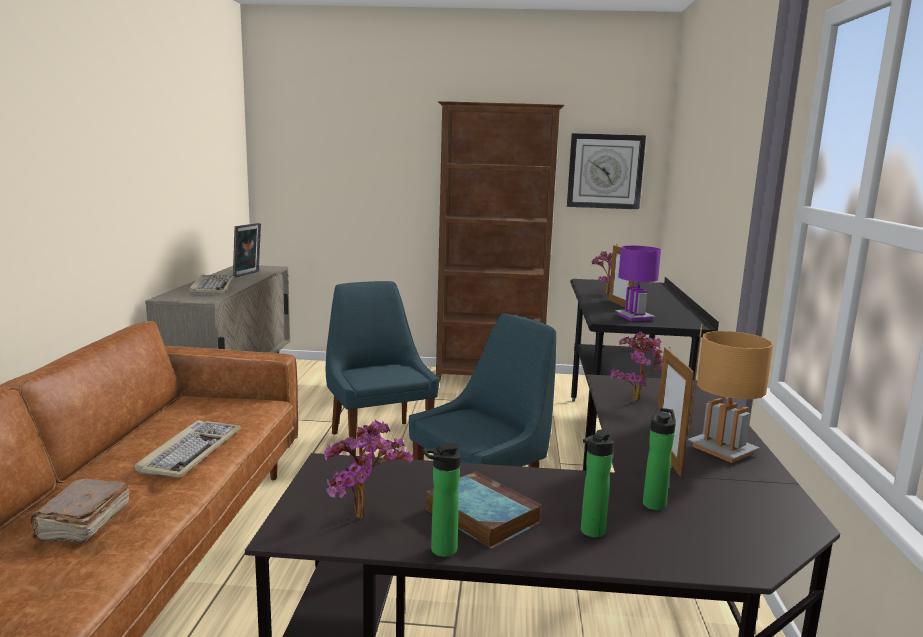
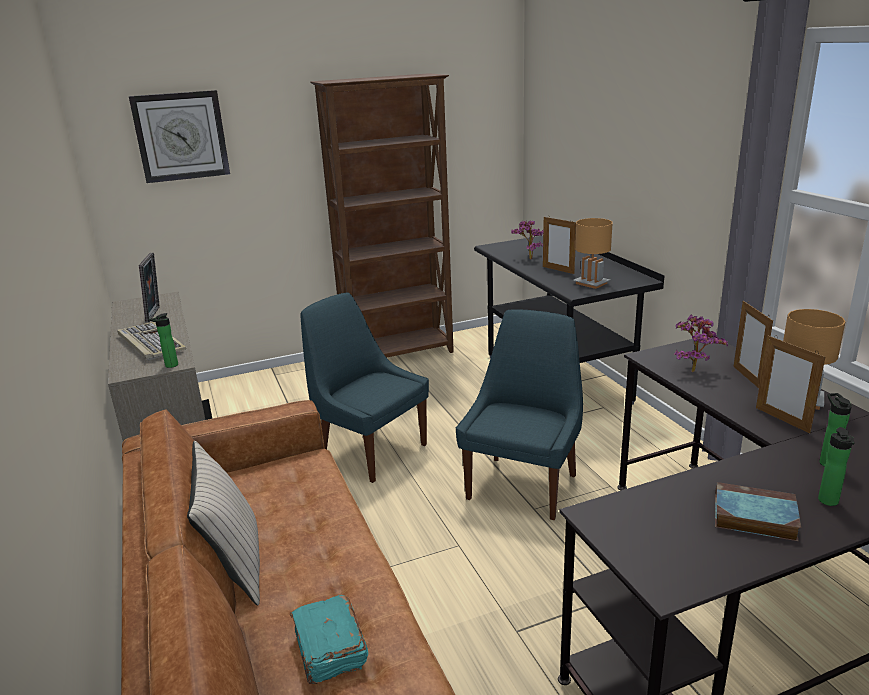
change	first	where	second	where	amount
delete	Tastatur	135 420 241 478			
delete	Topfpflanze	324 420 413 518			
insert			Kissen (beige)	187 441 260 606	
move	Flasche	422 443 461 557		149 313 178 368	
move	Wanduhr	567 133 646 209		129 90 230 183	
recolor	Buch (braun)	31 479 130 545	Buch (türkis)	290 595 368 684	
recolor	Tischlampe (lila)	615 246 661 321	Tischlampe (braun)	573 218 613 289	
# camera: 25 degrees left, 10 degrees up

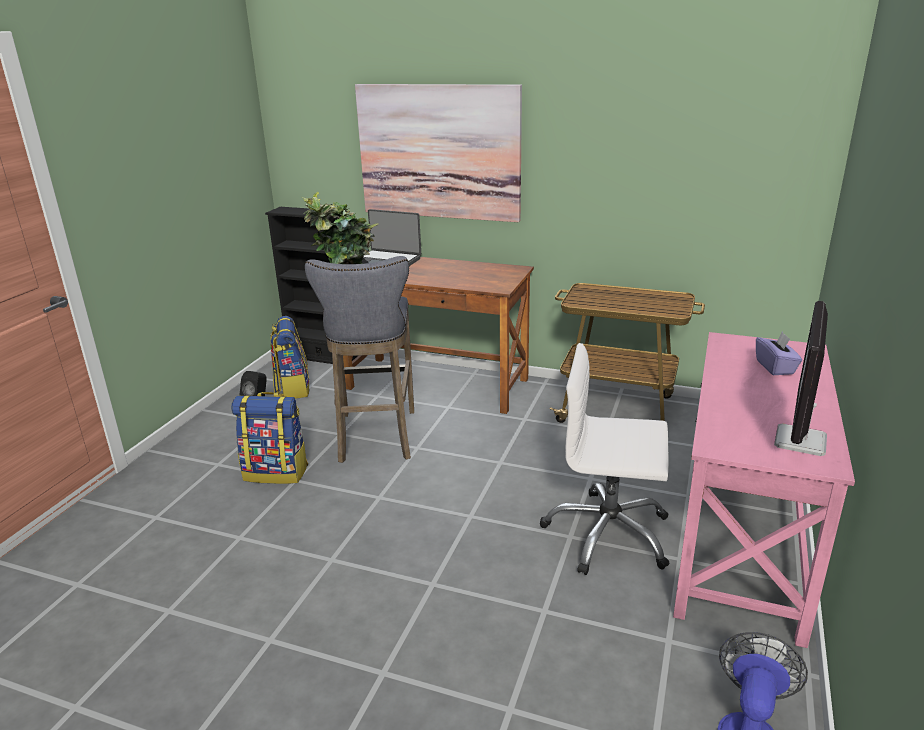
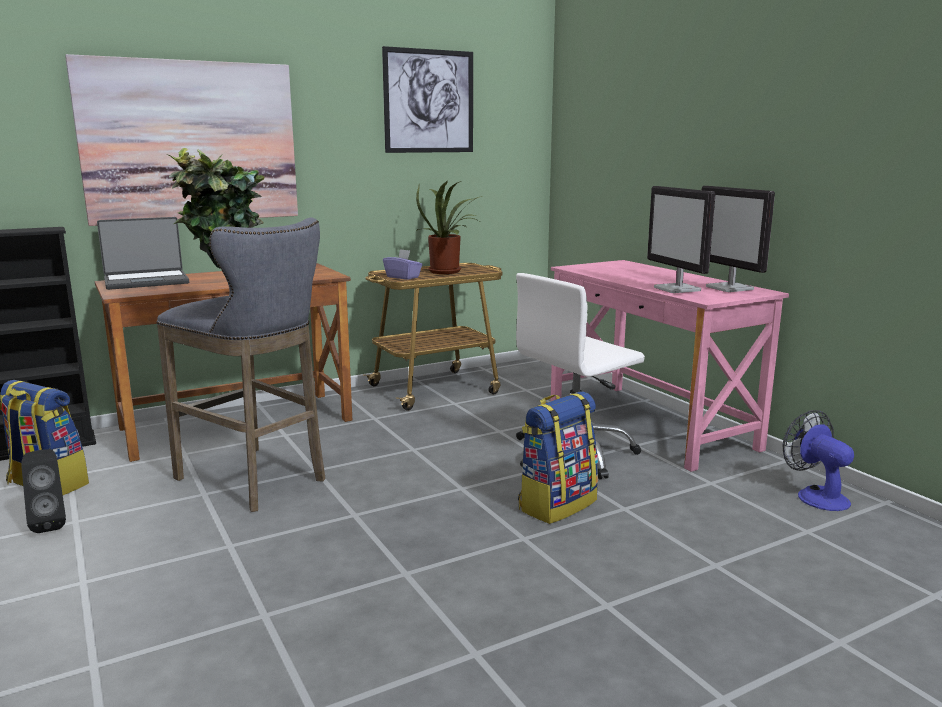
change	first	where	second	where	amount
insert			Bild	382 46 473 153	
insert			Topfpflanze	416 181 483 274	
insert			Monitor	647 186 716 293	
move	Rucksack	231 392 308 484		518 391 598 524	
move	Taschentuchbox (lila)	756 331 802 375		383 249 423 280	
# camera: 50 degrees left, 10 degrees down

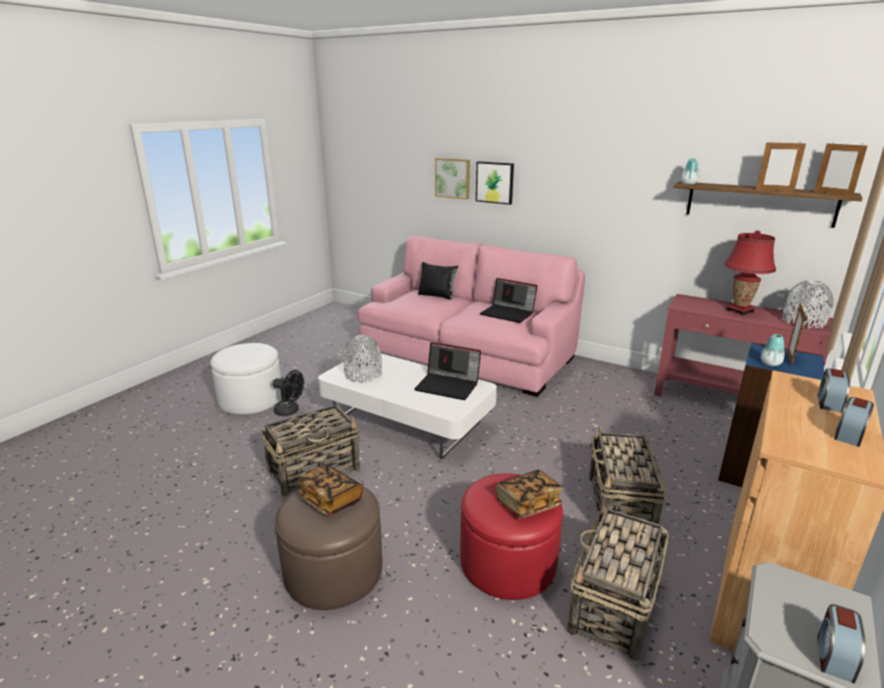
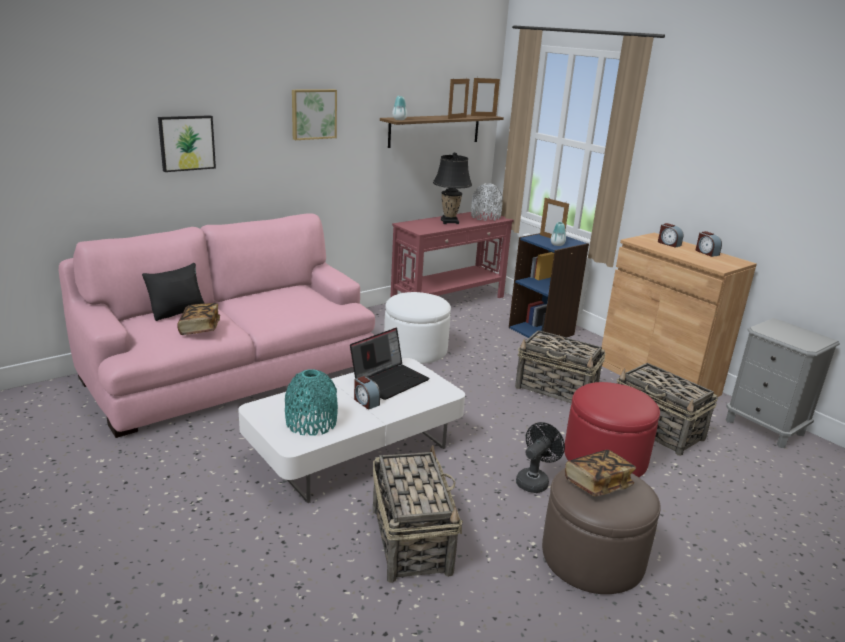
change	first	where	second	where	amount
delete	Laptop	480 278 537 323			
move	Polsterhocker (weiß)	210 343 282 414		384 292 451 364	
move	Ventilator (schwarz)	273 370 304 416		516 422 565 493	
move	Bild	435 158 470 200		292 89 337 140	
move	Buch	496 470 563 518		177 303 220 335	
move	Wecker	817 604 866 683		354 376 380 410	
recolor	Vase (grau)	343 335 382 383	Vase (türkis)	285 369 338 436	
recolor	Tischlampe (rot)	724 230 776 316	Tischlampe (schwarz)	433 152 472 224	
# camera: 70 degrees left, 0 degrees up

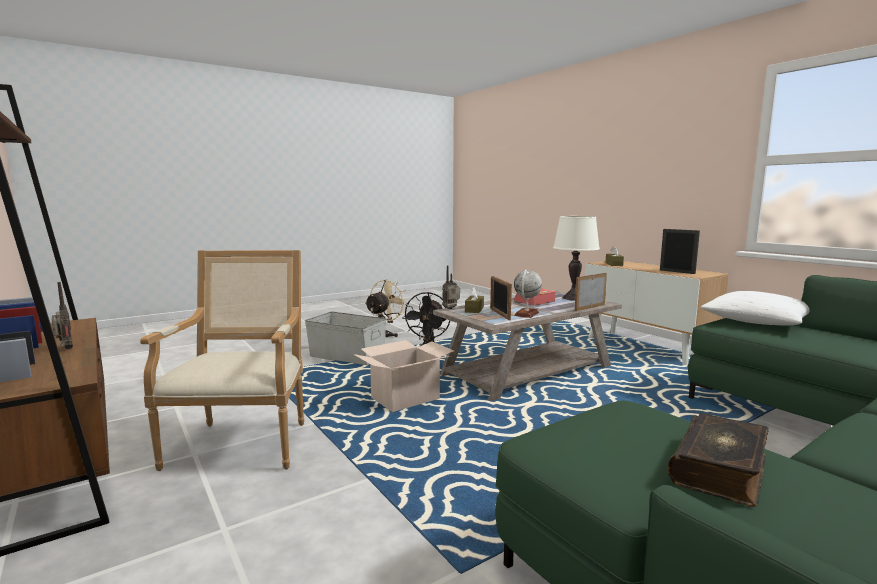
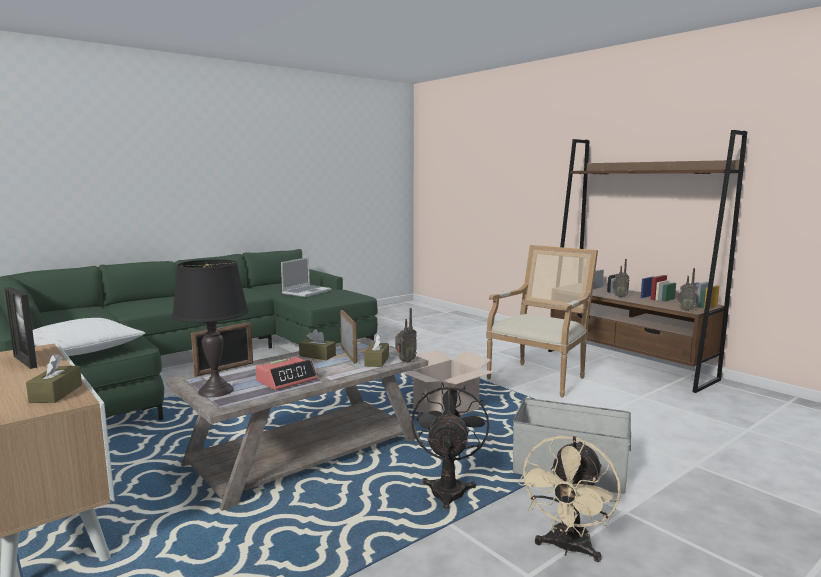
change	first	where	second	where	amount
insert			Radio	677 268 698 311	
replace	Globus	514 269 542 318	Taschentuchbox (braun)	299 329 336 360	
replace	Buch	668 413 769 507	Laptop	281 257 331 297	
recolor	Tischlampe (weiß)	553 216 600 301	Tischlampe (schwarz)	172 259 248 397	
rotate	Sessel	140 250 304 471		486 245 598 397	135 degrees counterclockwise
# camera: 175 degrees right, 0 degrees up

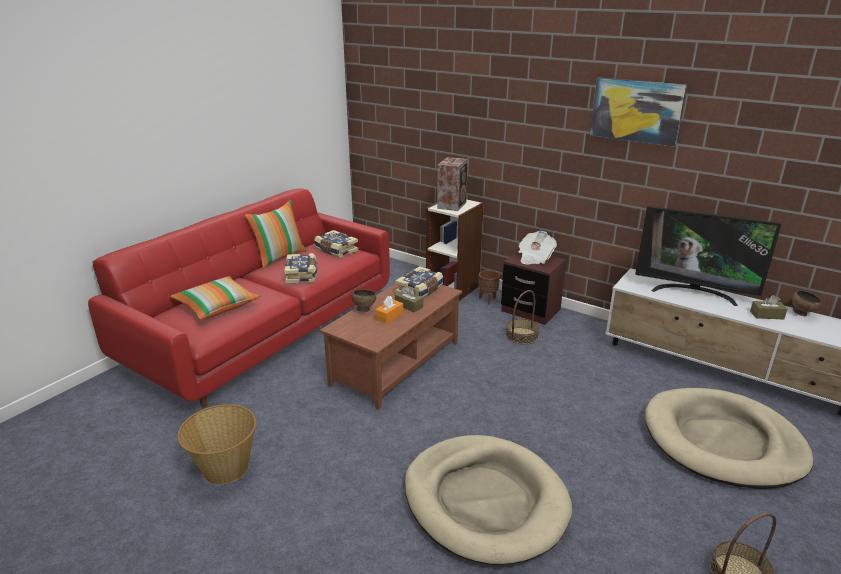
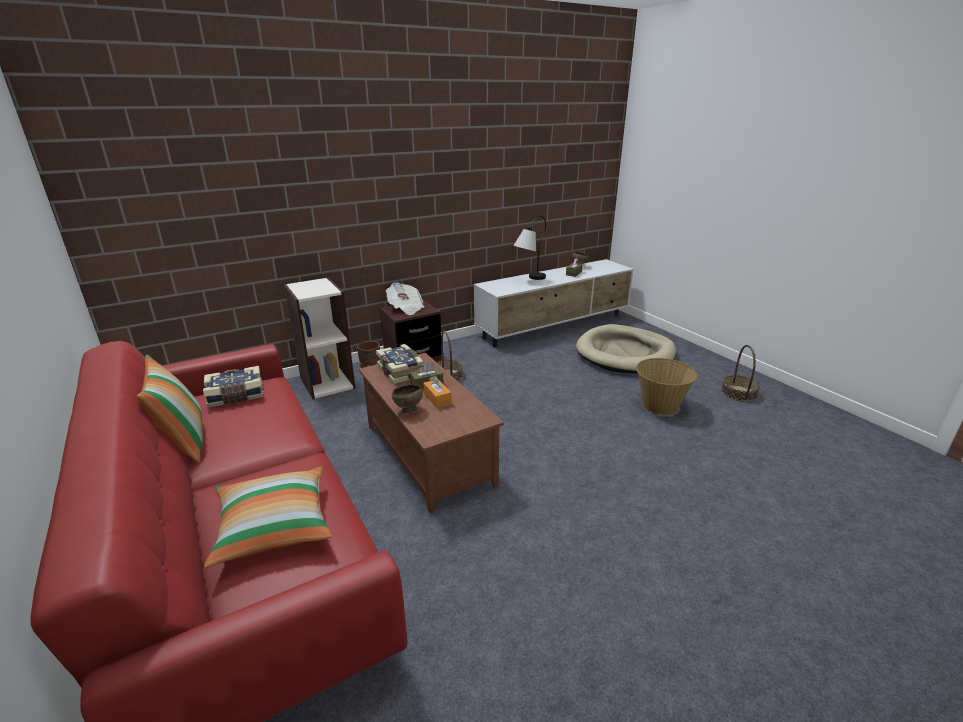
change	first	where	second	where	amount
delete	Buch	284 253 318 284			
delete	Hundebett (beige)	405 435 572 565			
delete	Lautsprecher	437 157 468 211			
delete	Bild	590 77 687 147			
move	Korb	177 404 256 485		636 358 698 415	
replace	Fernseher	635 206 782 306	Tischlampe	513 216 546 280	
# camera: 65 degrees left, 0 degrees up

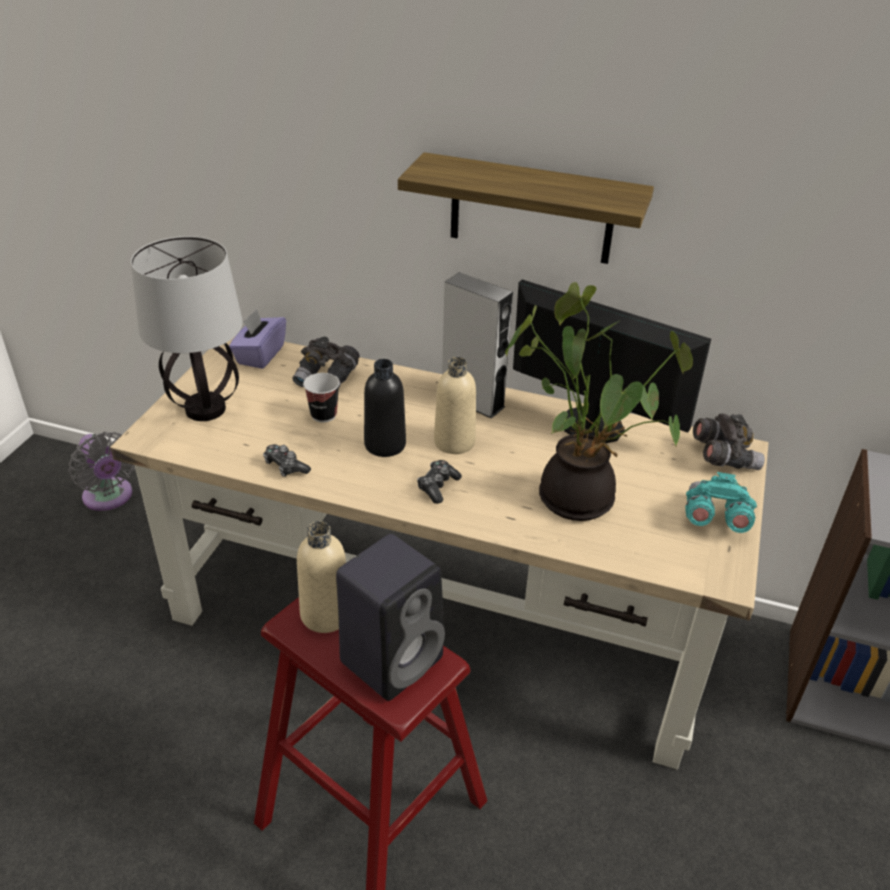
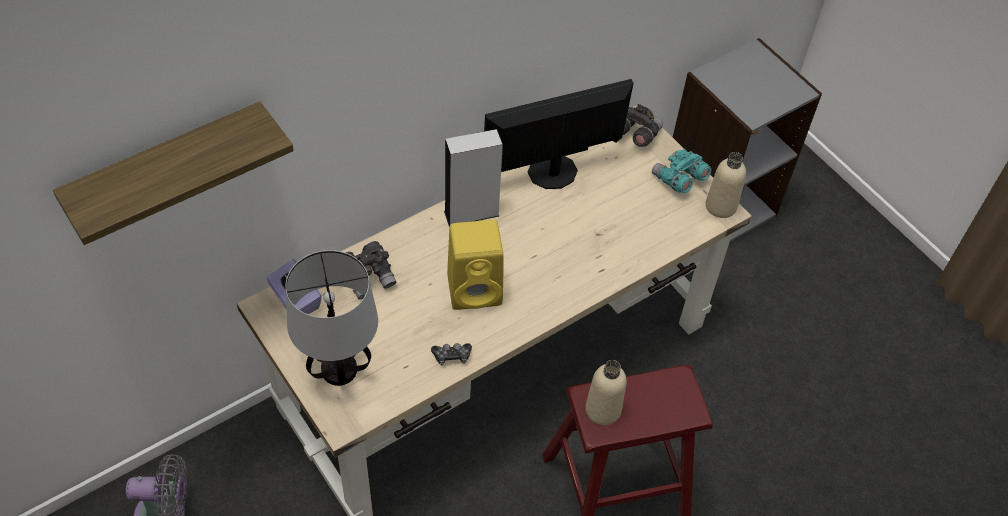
change	first	where	second	where	amount
delete	Tasse	303 373 340 422			
delete	Lautsprecher (schwarz)	336 534 445 701			
delete	Gamepad	417 460 462 504			
delete	Topfpflanze	505 282 693 521			
move	Wandregal	398 152 654 264		53 102 294 245	
move	Flasche (beige)	434 357 476 454		706 152 746 218	
replace	Flasche (schwarz)	364 359 406 457	Lautsprecher (gelb)	447 220 504 310	
# camera: 55 degrees left, 15 degrees up

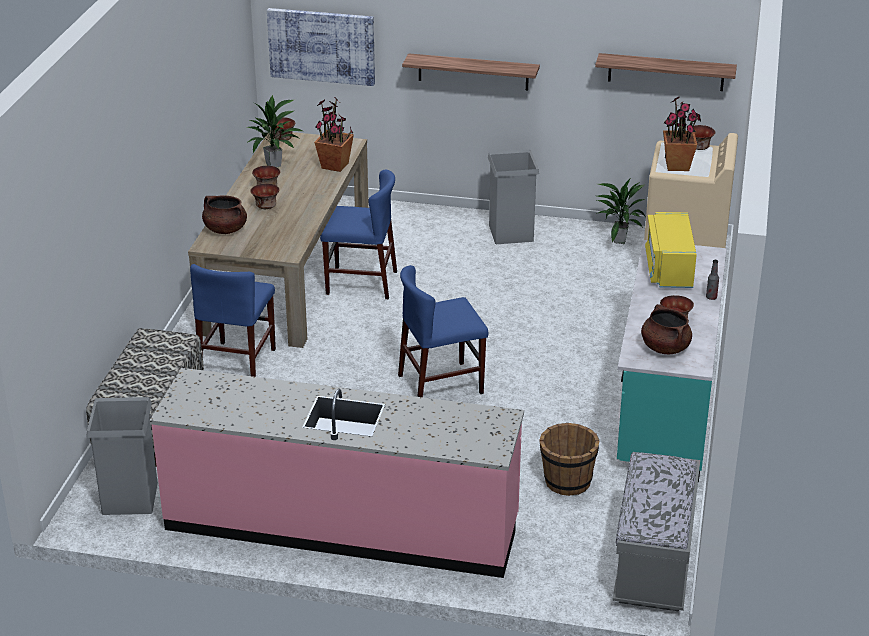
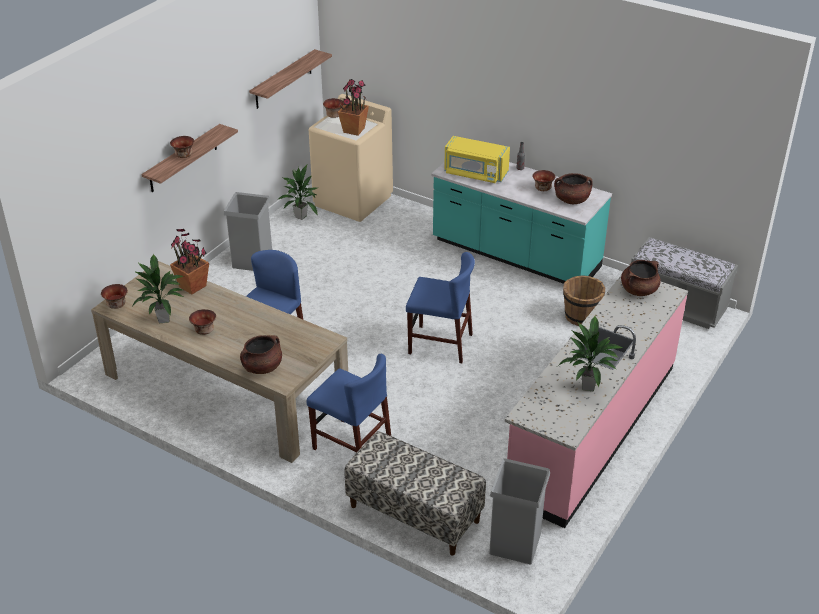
change	first	where	second	where	amount
delete	Bild	267 8 375 86			
insert			Topfpflanze	558 316 623 391	
insert			Kochtopf (braun)	621 260 661 296	
move	Schüssel	250 184 280 209		170 136 194 158	
rotate	Stuhl (blau)	398 265 488 397		406 252 475 363	75 degrees counterclockwise
# camera: 70 degrees left, 5 degrees up

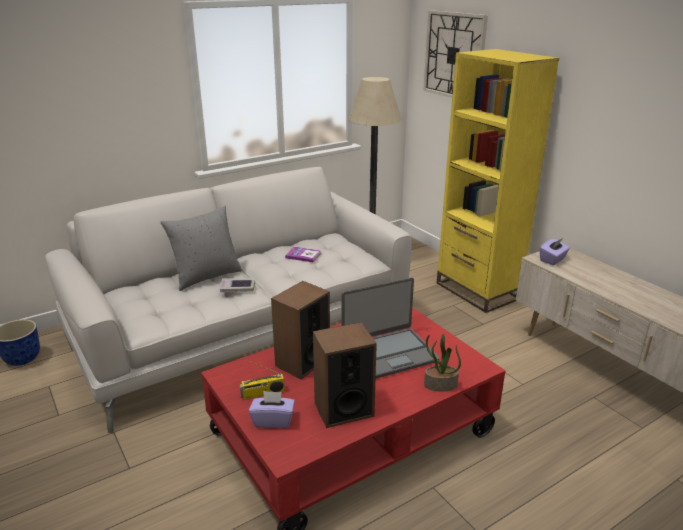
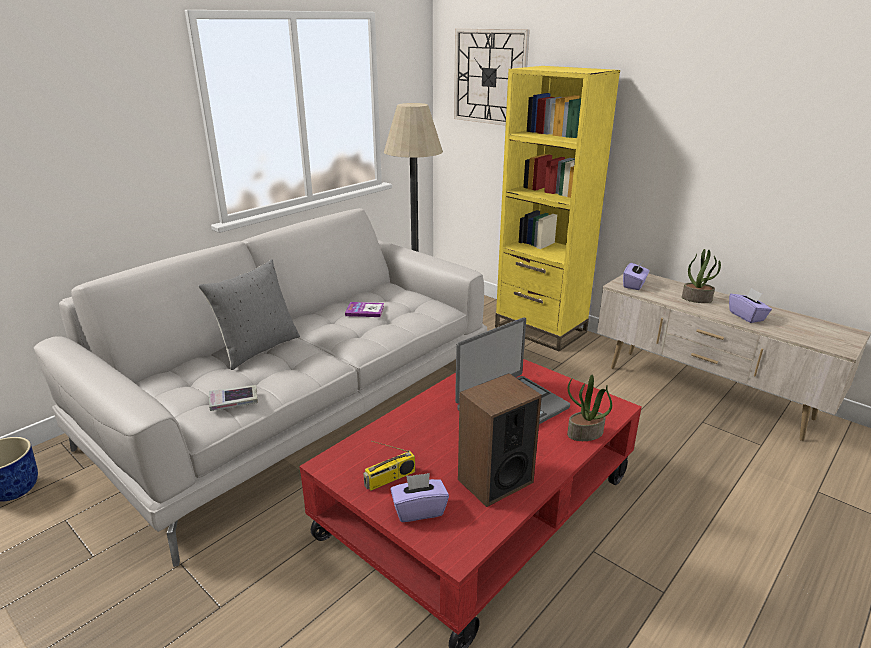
change	first	where	second	where	amount
delete	Lautsprecher	271 281 330 379			
insert			Topfpflanze	682 249 721 303	
insert			Taschentuchbox (lila)	729 288 772 323	
move	Buch	220 279 255 292		209 385 258 411	
# camera: 15 degrees left, 0 degrees up

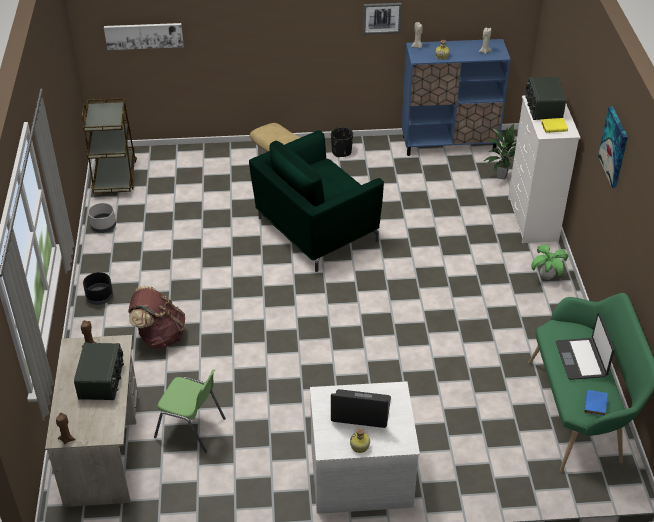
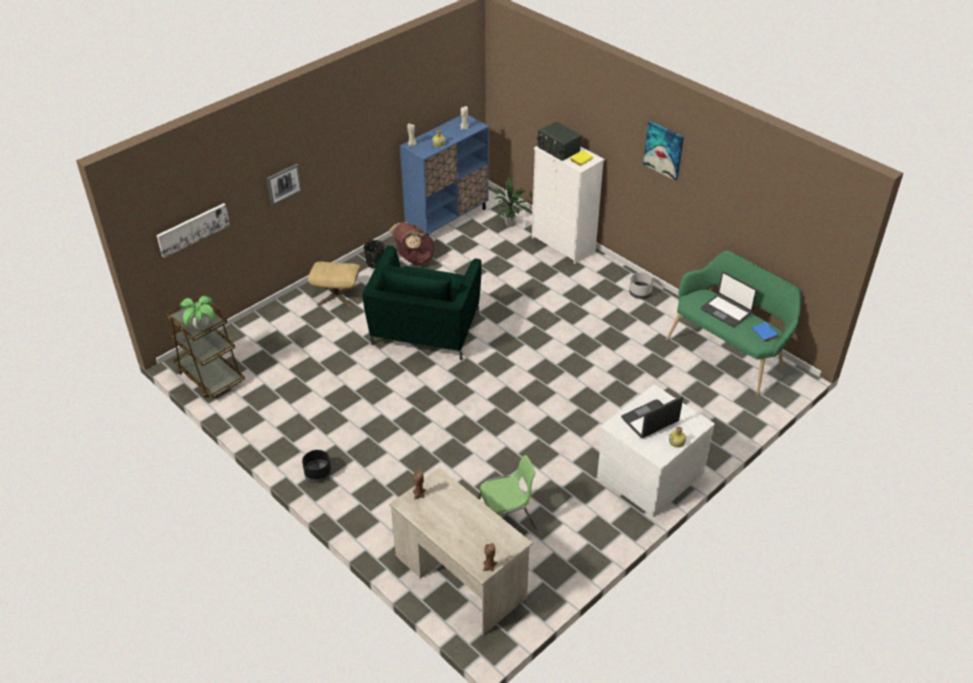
change	first	where	second	where	amount
delete	Radio	74 343 124 400			
move	Pflanzkübel (grau)	88 203 116 233		629 272 653 299	
move	Rucksack (braun)	128 286 185 349		389 222 435 265	
move	Bild	363 3 402 34		267 164 302 206	
move	Topfpflanze	531 244 568 280		180 296 215 330	
# camera: 40 degrees left, 0 degrees up

